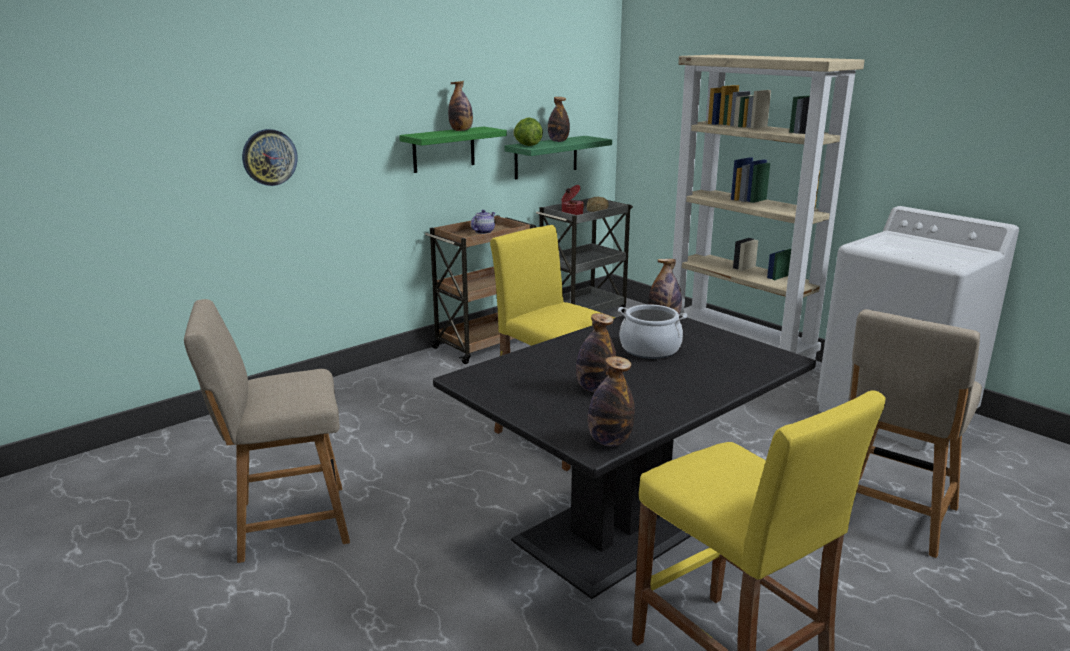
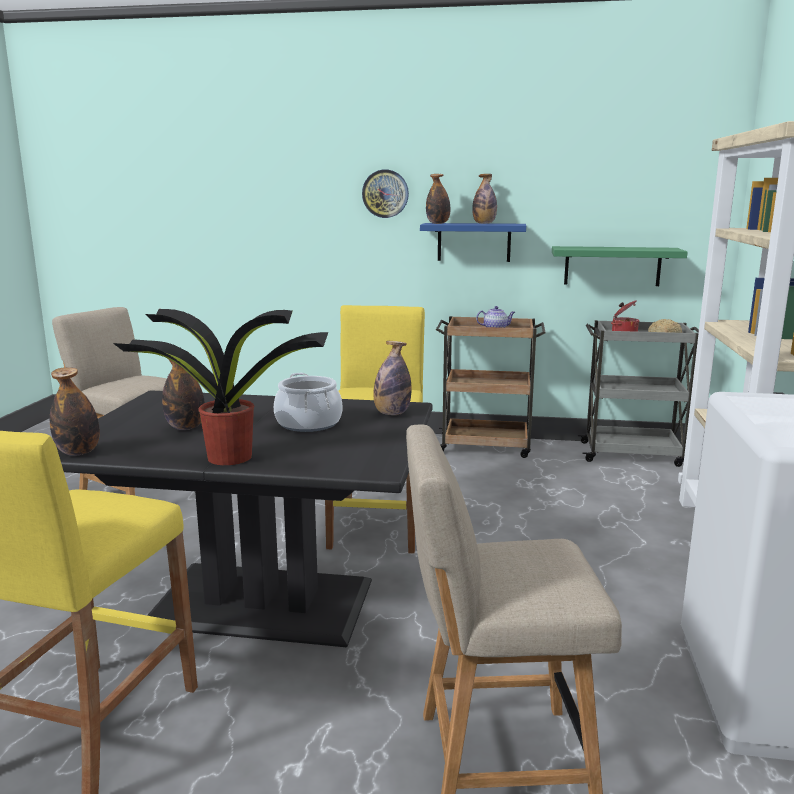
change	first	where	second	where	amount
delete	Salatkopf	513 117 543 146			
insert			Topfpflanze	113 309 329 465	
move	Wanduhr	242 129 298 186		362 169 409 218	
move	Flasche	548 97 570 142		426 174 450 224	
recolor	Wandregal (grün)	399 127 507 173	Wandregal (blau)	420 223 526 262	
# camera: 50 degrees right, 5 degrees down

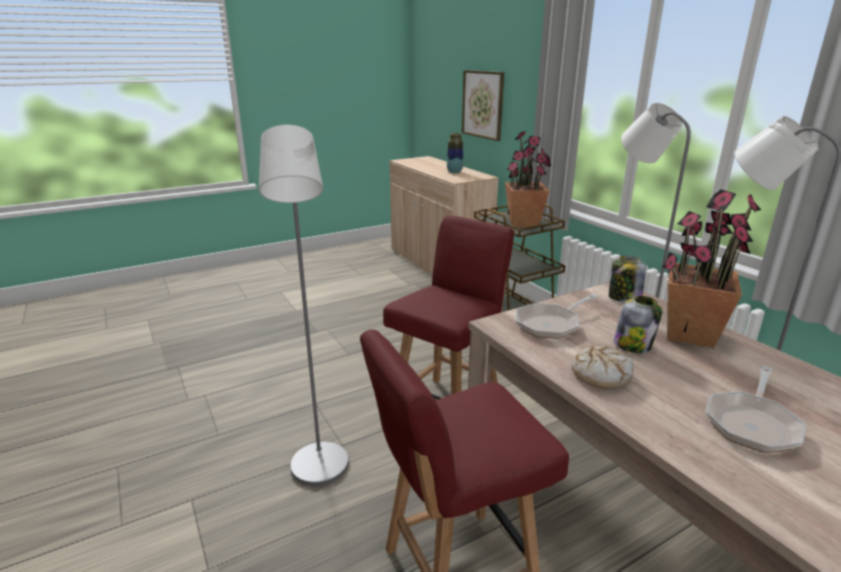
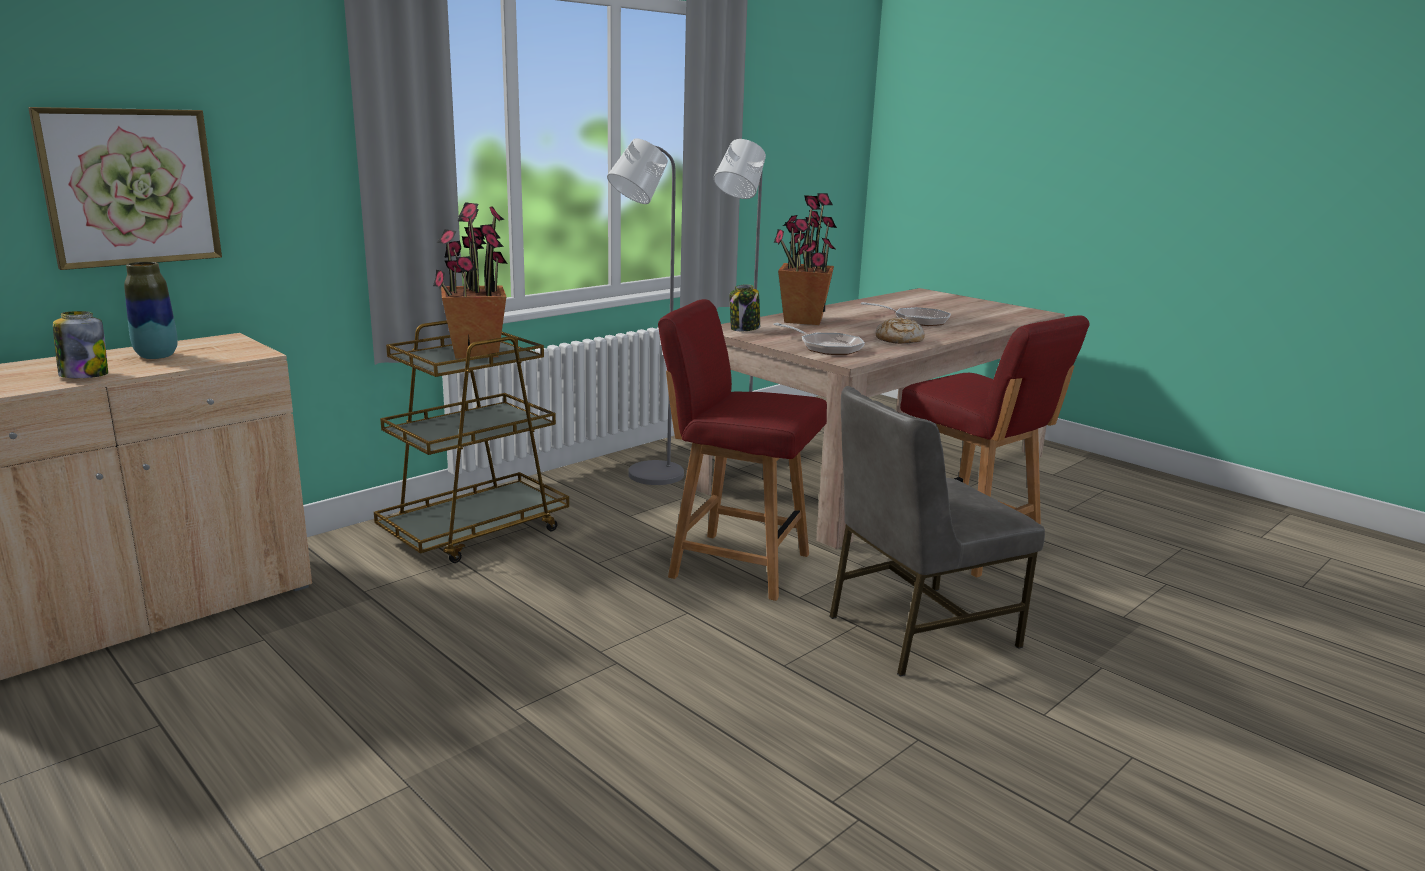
change	first	where	second	where	amount
move	Vorratsglas	614 296 663 353		53 311 108 378	
replace	Stehlampe (grau)	259 125 349 487	Stuhl (grau)	829 386 1045 677	
# camera: 105 degrees left, 5 degrees down

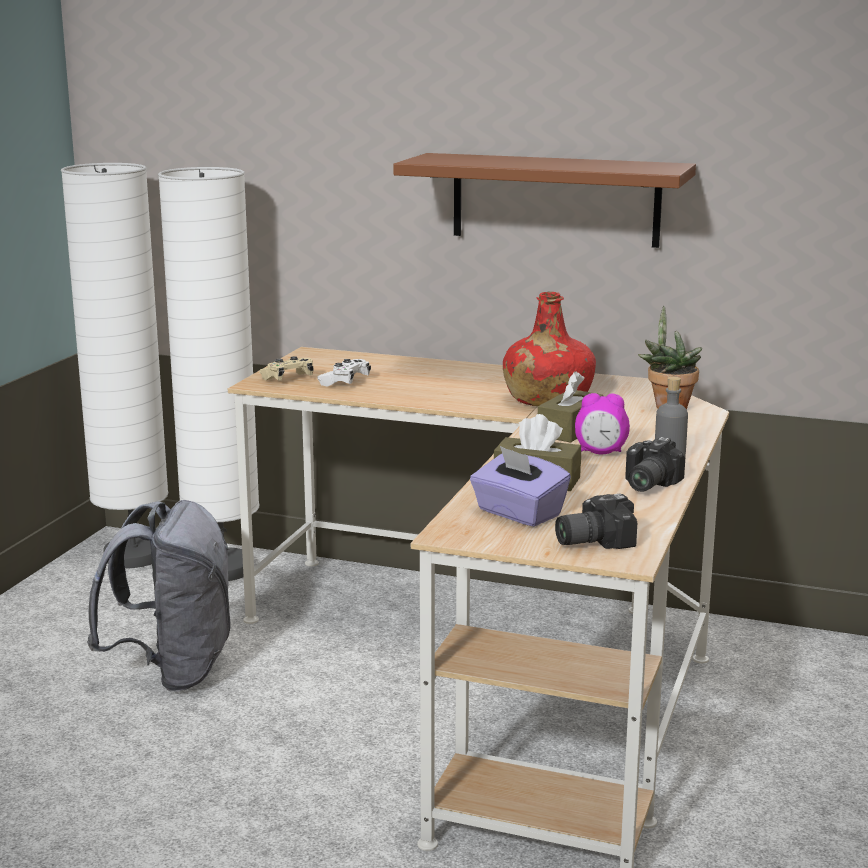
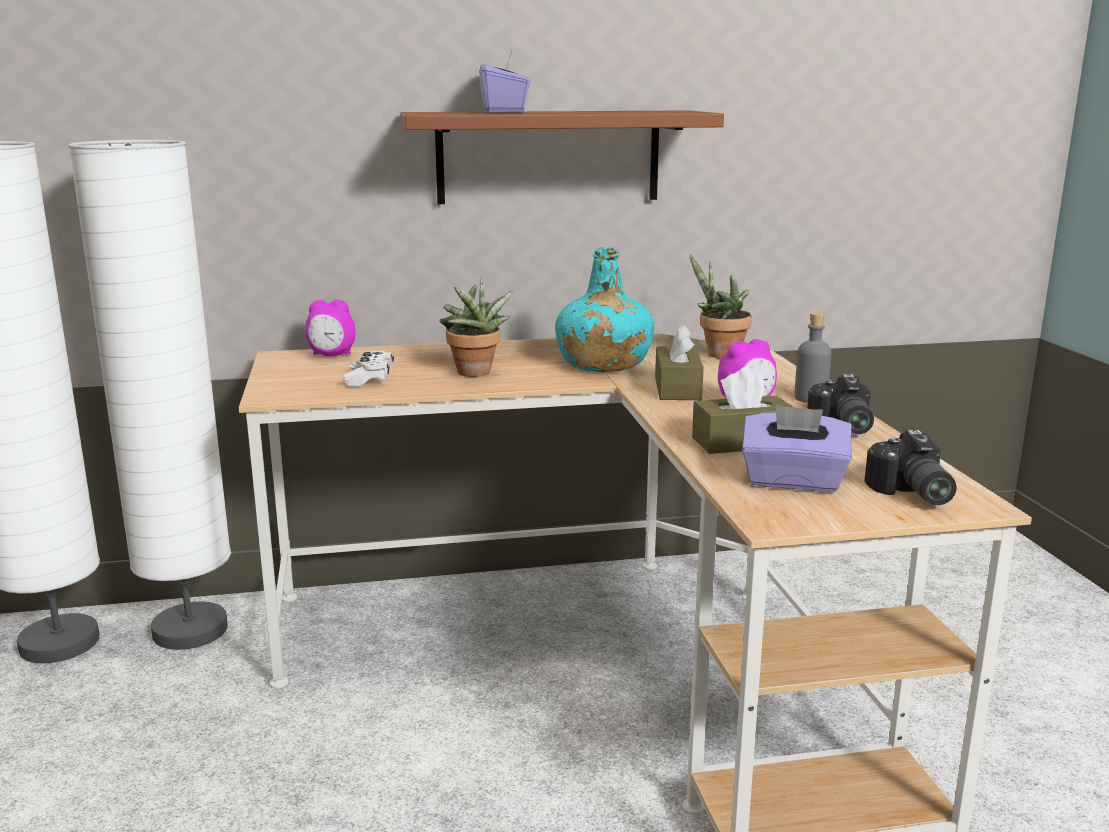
change	first	where	second	where	amount
delete	Rucksack (grau)	87 500 230 691			
delete	Gamepad (beige)	259 356 314 381			
insert			Wecker	305 300 355 356	
insert			Topfpflanze	439 277 513 377	
insert			Taschentuchbox (lila)	479 50 530 113	
recolor	Flasche (rot)	503 291 596 406	Flasche (türkis)	555 247 654 372	
rotate	Kamera	555 493 637 549		864 430 956 505	45 degrees counterclockwise
# camera: 30 degrees left, 0 degrees up

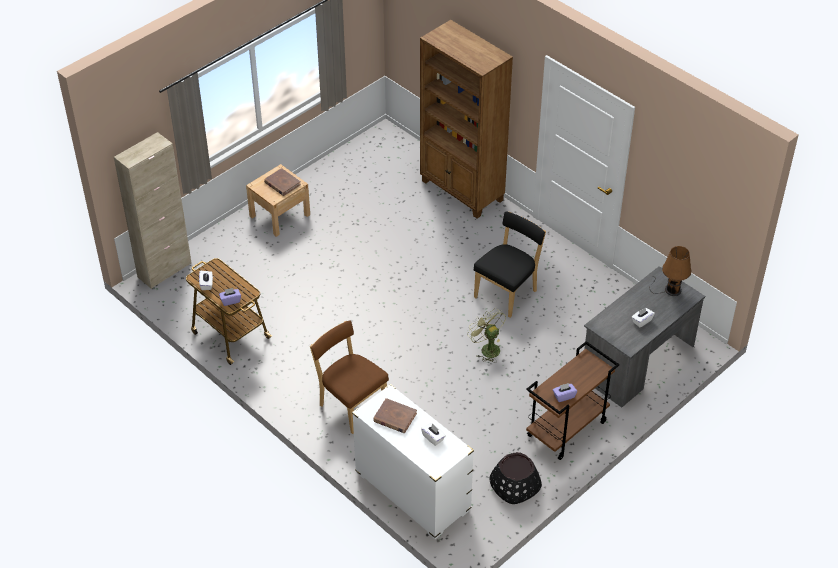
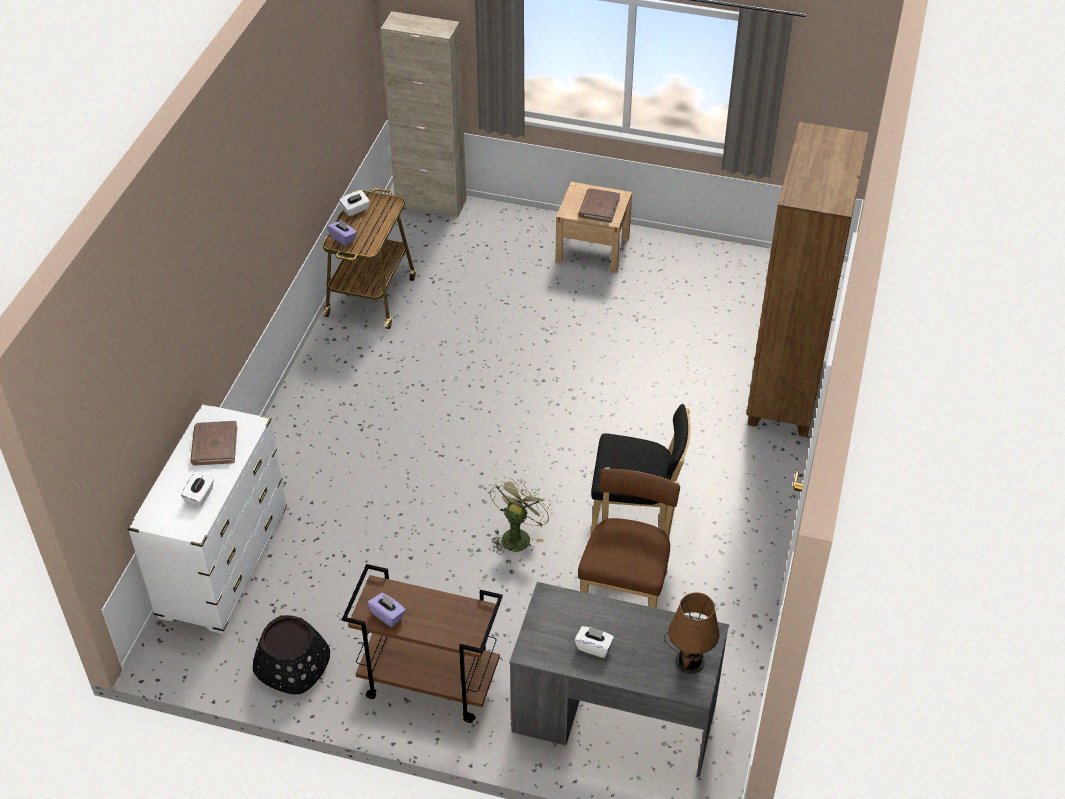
change	first	where	second	where	amount
move	Stuhl (braun)	310 321 389 434		578 467 680 608	
# camera: 60 degrees right, 0 degrees up

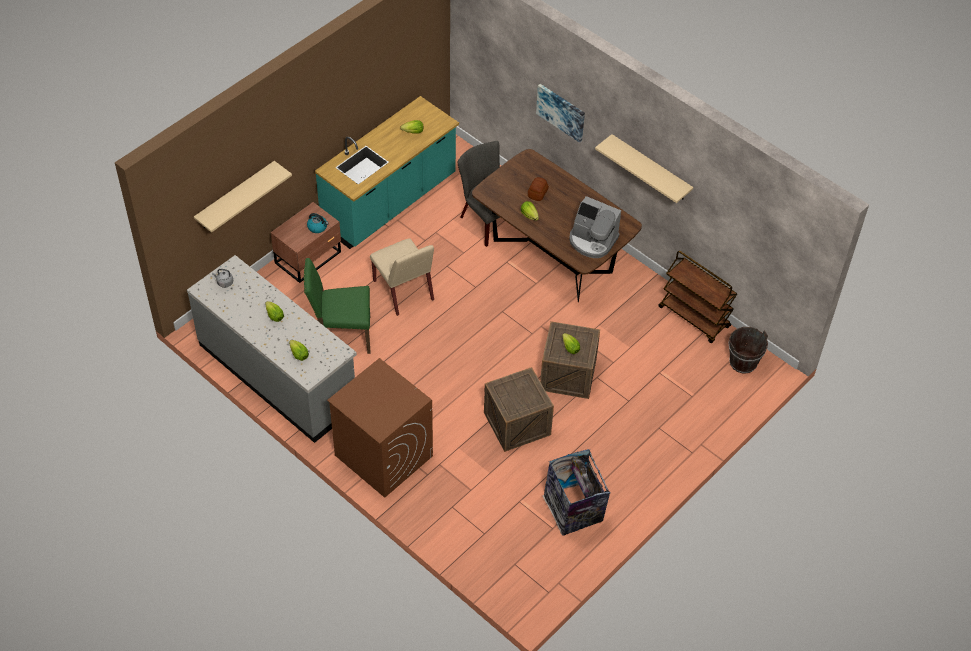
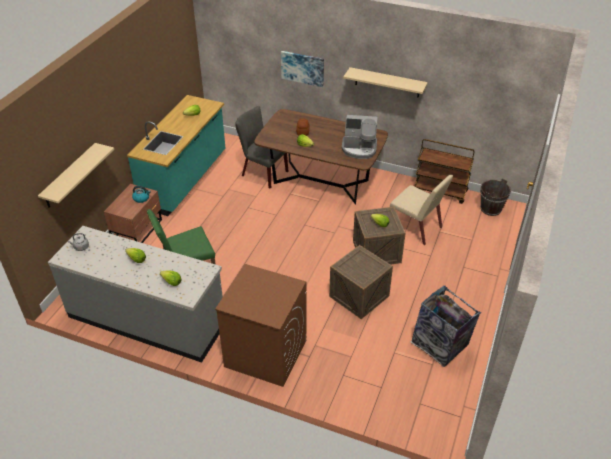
change	first	where	second	where	amount
move	Stuhl (beige)	370 238 434 316		390 174 453 245	
# camera: 20 degrees left, 10 degrees down

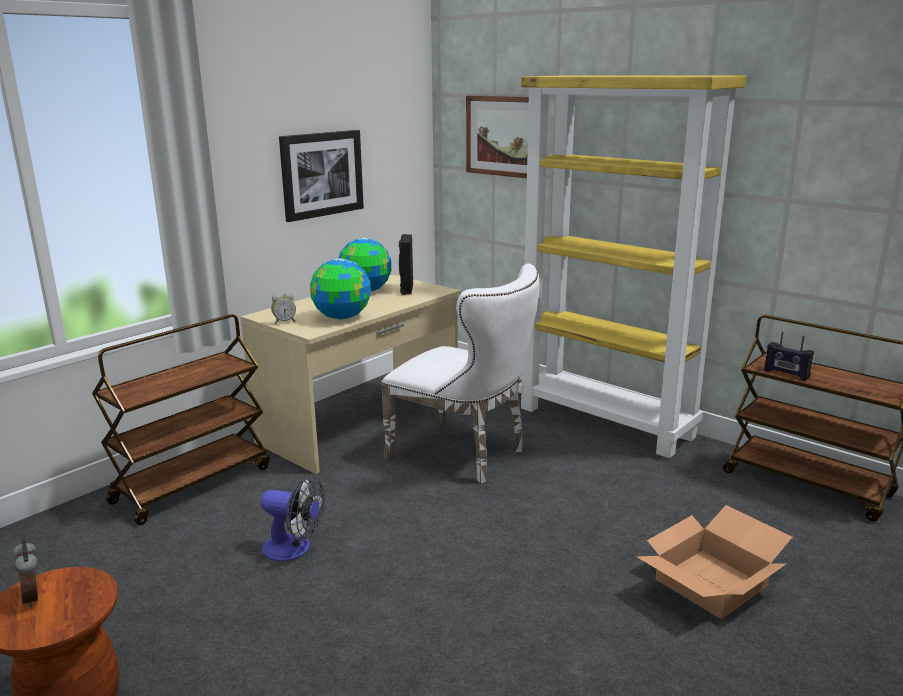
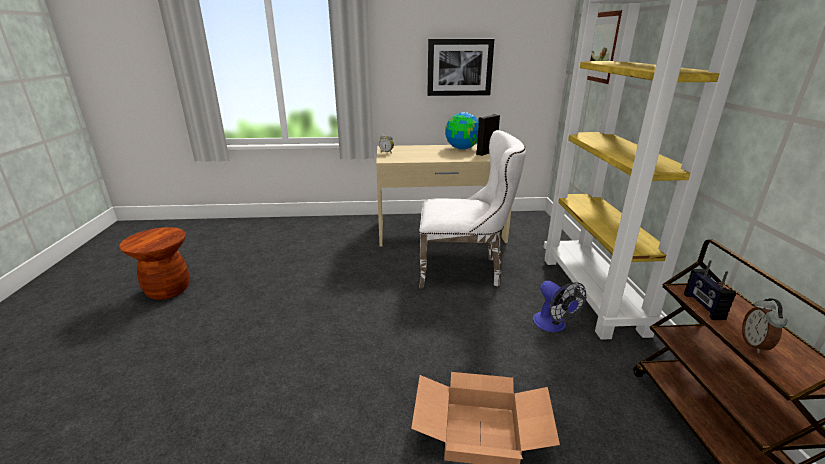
change	first	where	second	where	amount
delete	Rollwagen (braun)	92 314 270 525			
delete	Globus	310 259 371 320			
move	Wecker	13 540 38 608		742 298 787 353	
move	Ventilator	260 476 325 561		533 281 586 332	
rotate	Stuhl (weiß)	381 264 539 483		419 130 526 288	75 degrees counterclockwise
# camera: 45 degrees right, 5 degrees up

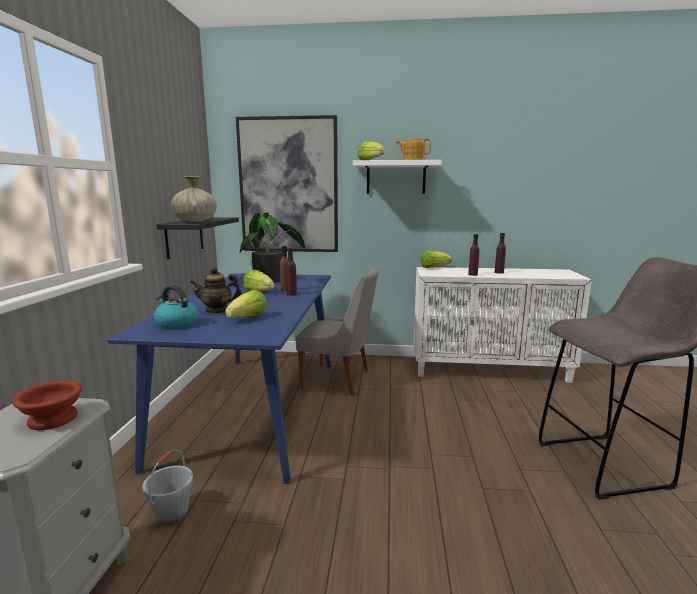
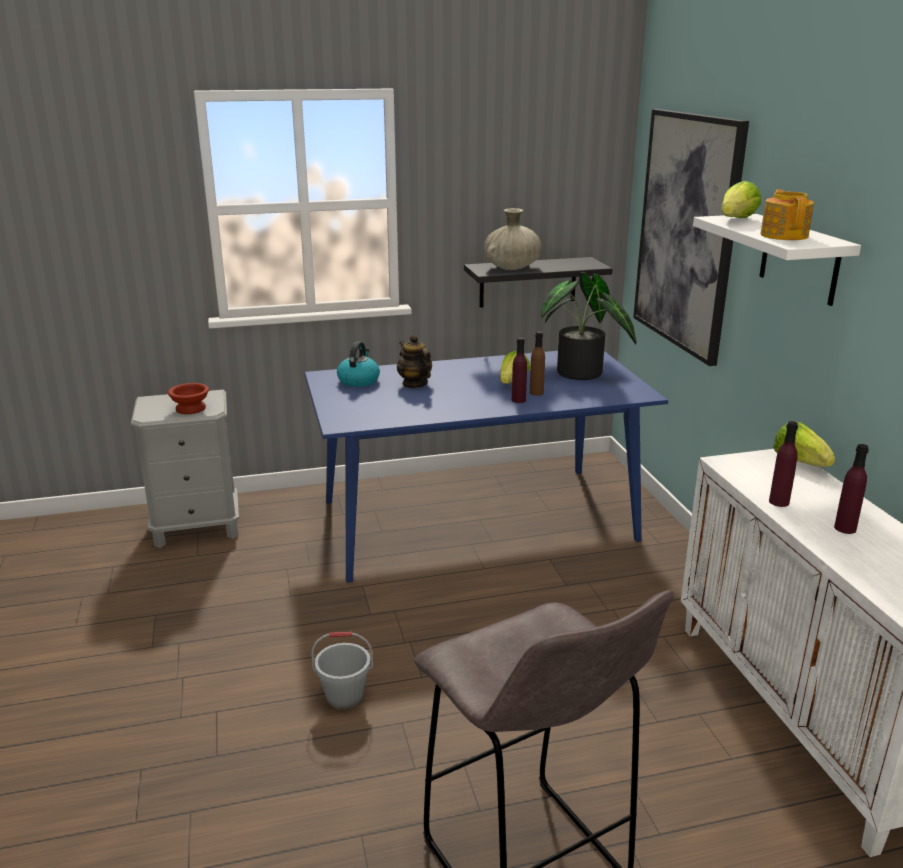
change	first	where	second	where	amount
delete	Salatkopf	225 289 267 318			
delete	Stuhl (grau)	296 268 378 396			
move	Eimer (grau)	142 449 193 525		311 632 373 710	
# camera: 70 degrees right, 10 degrees up

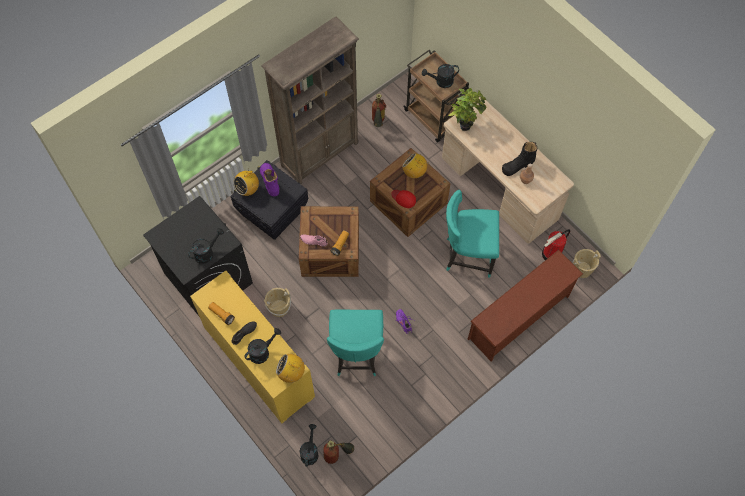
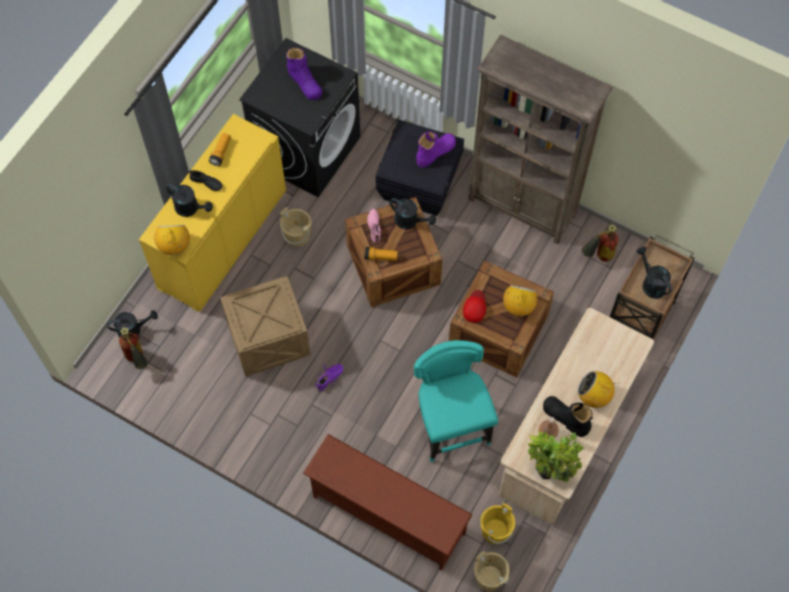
change	first	where	second	where	amount
insert			Stiefel (lila)	286 48 322 100	
move	Gießkanne (schwarz)	188 228 224 264		390 198 436 229	
move	Radio	233 169 259 196		577 371 620 408	
move	Topfpflanze	449 88 487 131		527 430 583 482	
replace	Stuhl (türkis)	327 310 384 376	Kiste	220 276 311 376	
replace	Feuerlöscher	542 230 570 260	Eimer (gelb)	480 503 515 544	
# camera: 70 degrees right, 0 degrees up

